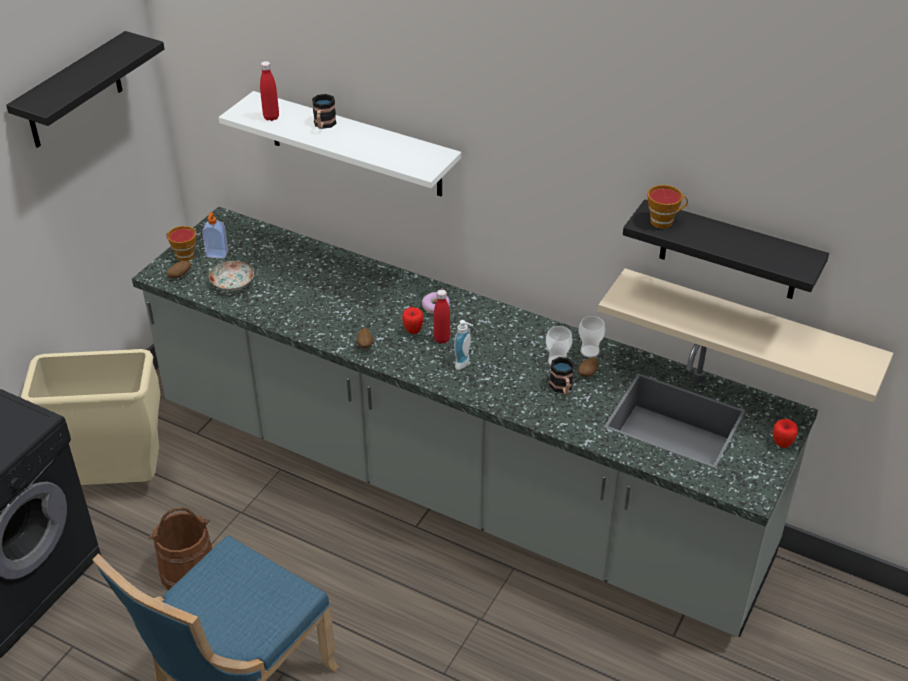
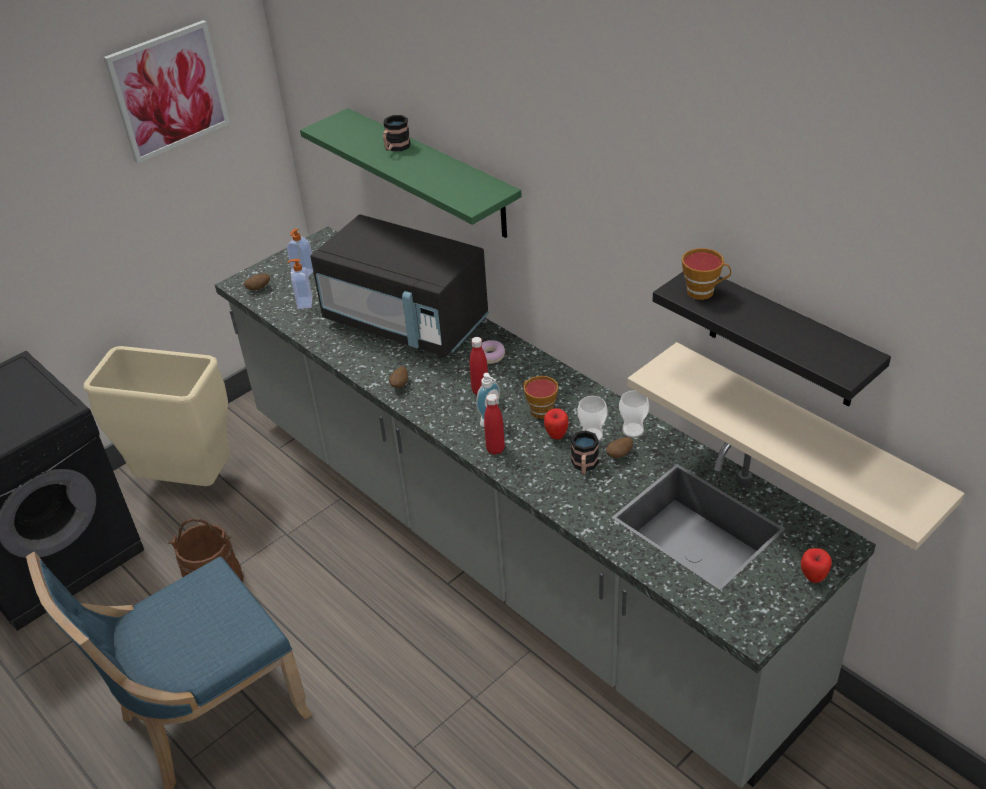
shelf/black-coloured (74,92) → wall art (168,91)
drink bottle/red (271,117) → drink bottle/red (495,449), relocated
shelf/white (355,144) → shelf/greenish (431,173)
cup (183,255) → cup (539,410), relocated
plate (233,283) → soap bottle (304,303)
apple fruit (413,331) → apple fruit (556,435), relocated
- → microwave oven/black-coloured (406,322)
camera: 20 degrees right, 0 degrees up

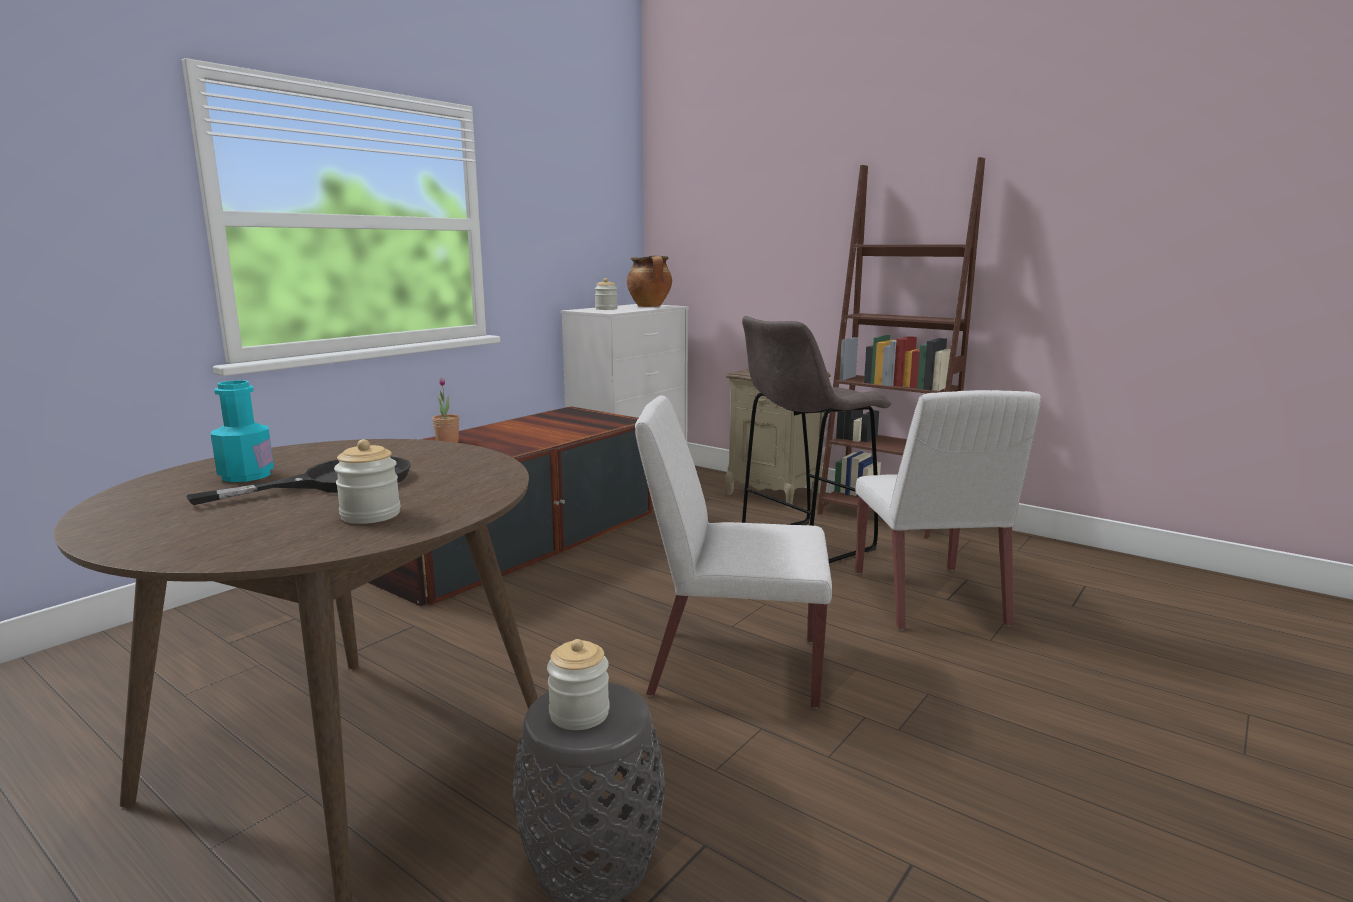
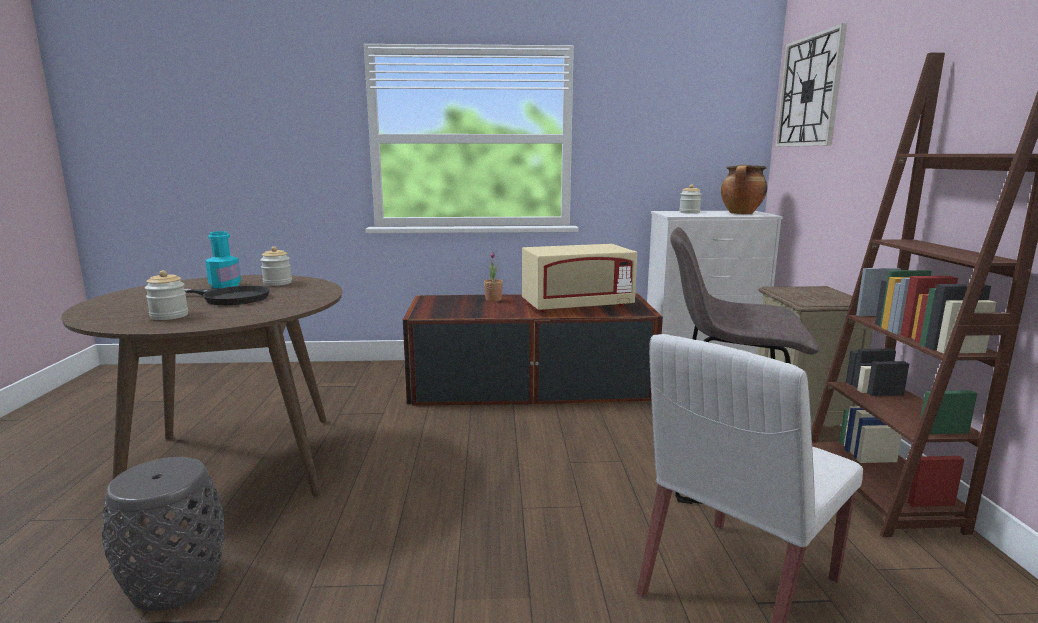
plain chair/white (732,666) → -
storage jar (579,714) → storage jar (277,283), relocated
- → hanging clock (809,91)
- → microwave oven/sand-coloured (577,306)
camera: 50 degrees right, 0 degrees up

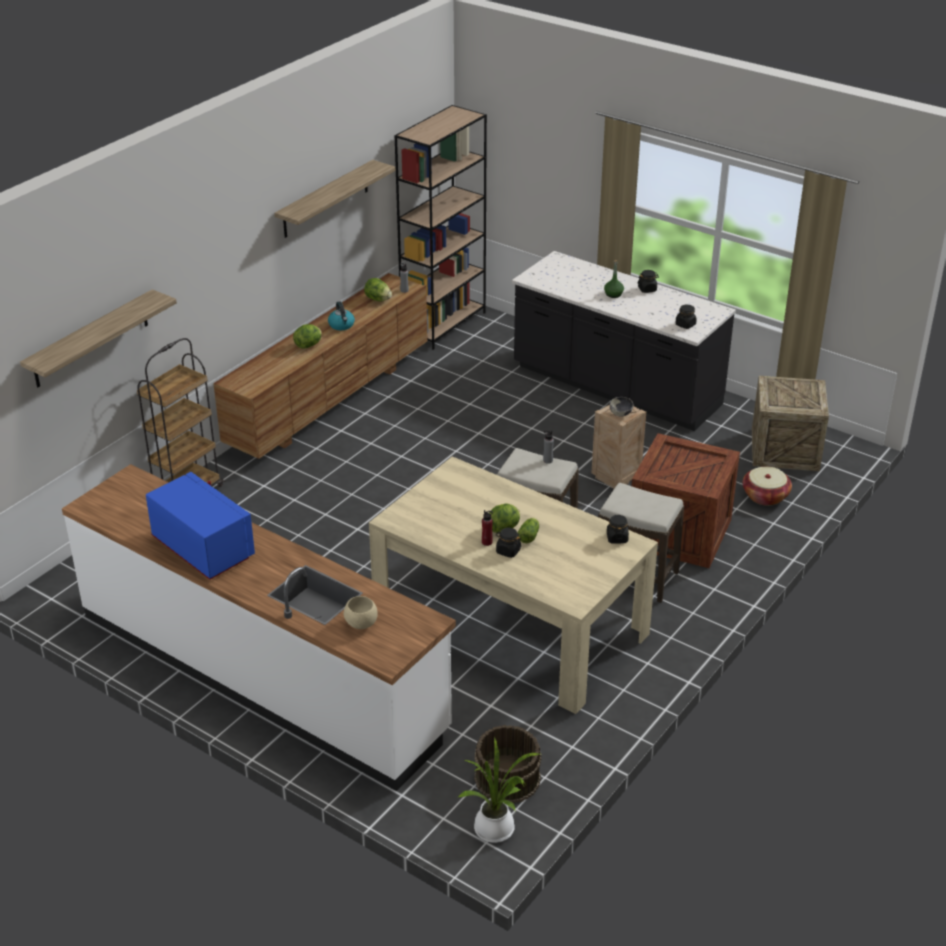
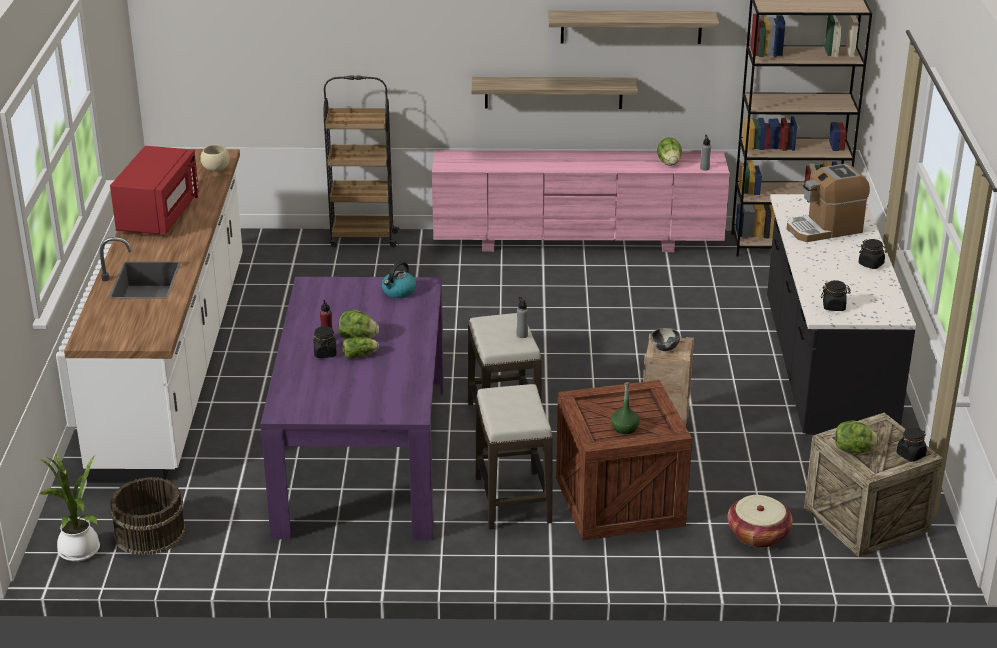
drink bottle/greenish (613,294) → drink bottle/greenish (624,428), relocated
cupboard/brown-coloured (329,402) → cupboard/pinkish (577,243)
shelf (91,339) → shelf (553,92), relocated
water kettle (341,325) → water kettle (399,292), relocated
lettuce head (309,345) → lettuce head (854,450), relocated
kitchen table/sand-coloured (509,624) → kitchen table/purplish (362,455)
microwave oven/blue (202,549) → microwave oven/red (158,215)
storage jar/black-coloured (617,538) → storage jar/black-coloured (910,455), relocated
serving bowl/sand-coloured (360,624) → serving bowl/sand-coloured (216,169), relocated
- → coffee maker (824,229)
camera: 55 degrees right, 5 degrees down

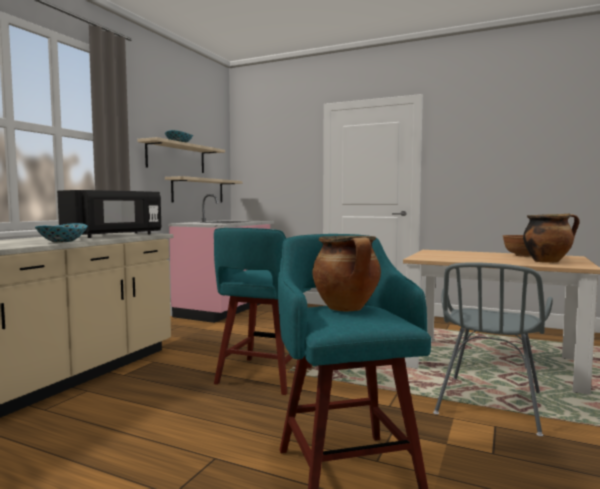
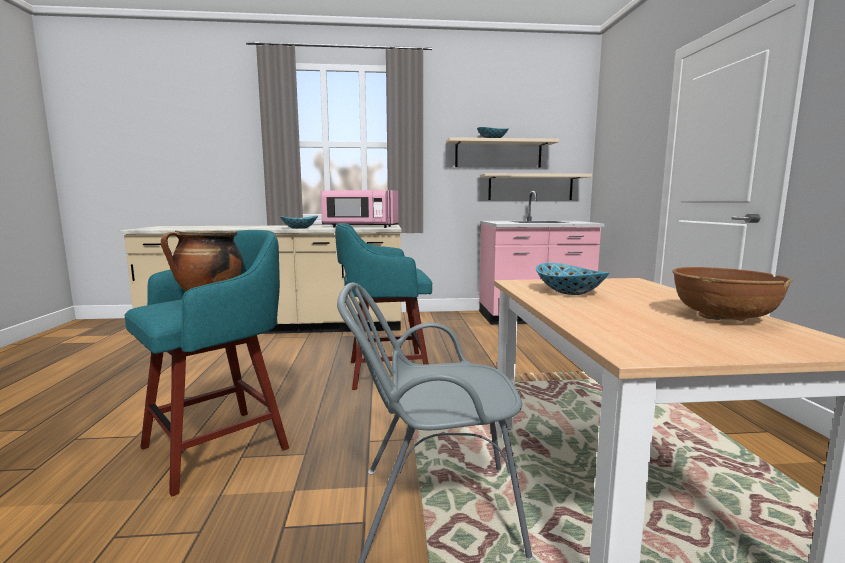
microwave oven/black-coloured (115,235) → microwave oven/pinkish (359,227)
saucepot (547,261) → -
- → serving bowl (569,292)
camera: 60 degrees right, 5 degrees up

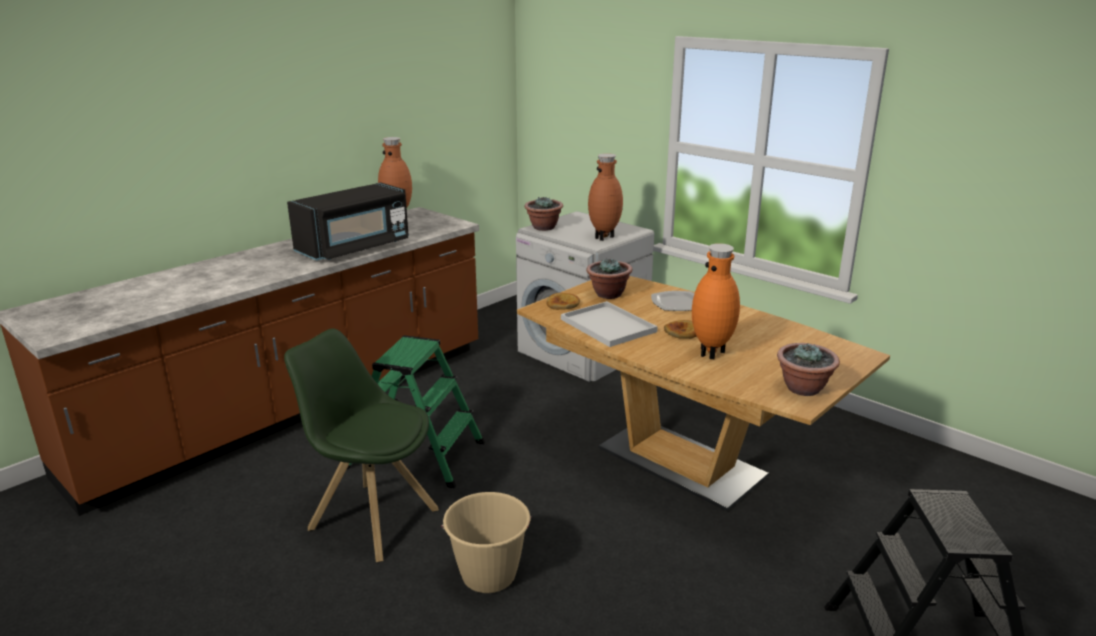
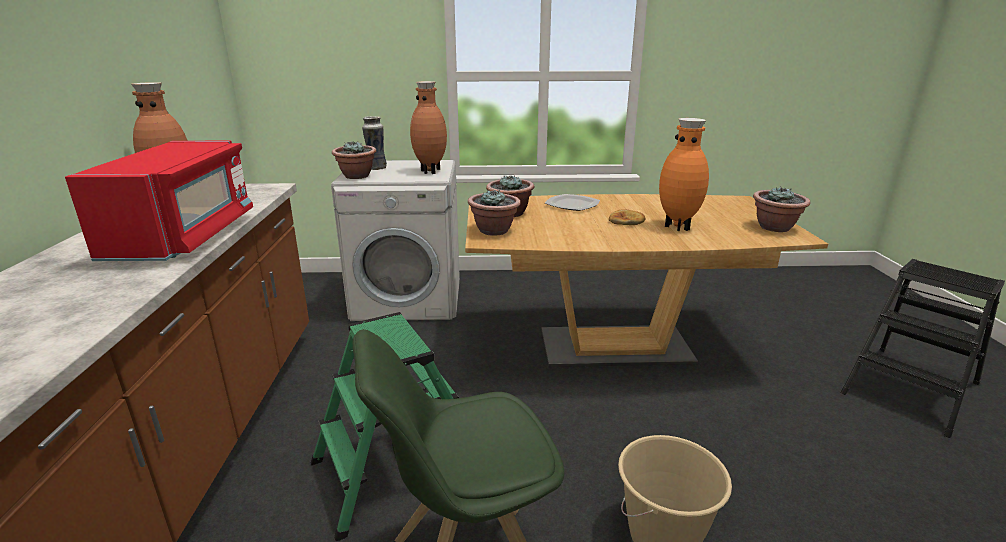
microwave oven/black-coloured (355,248) → microwave oven/red (185,236)
bakery bread (563,304) → potted plant (494,231)
serving tray/white (610,326) → -
- → flower vase (376,168)
camera: 45 degrees left, 0 degrees up

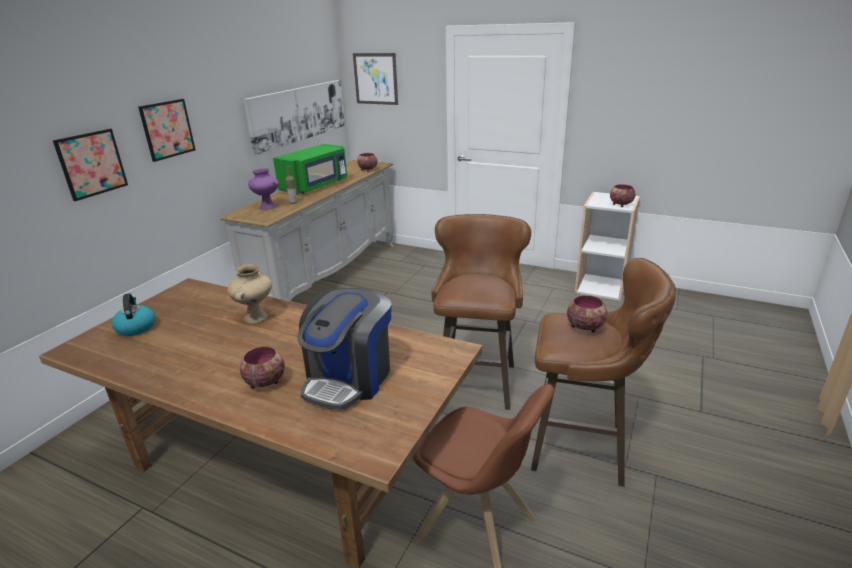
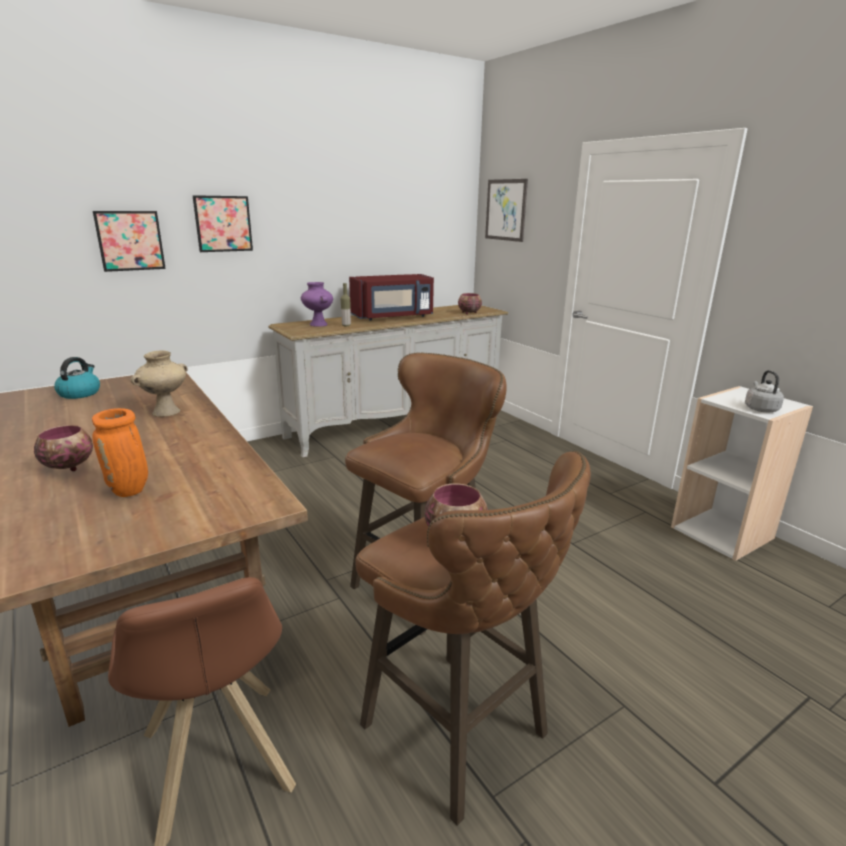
wall art (299,114) → -
microwave oven/greenish (316,186) → microwave oven/red (393,317)
serving bowl (620,204) → water kettle/gray (760,409)
coffee maker (349,378) → flower vase/orangey (130,491)
camera: 30 degrees right, 5 degrees down

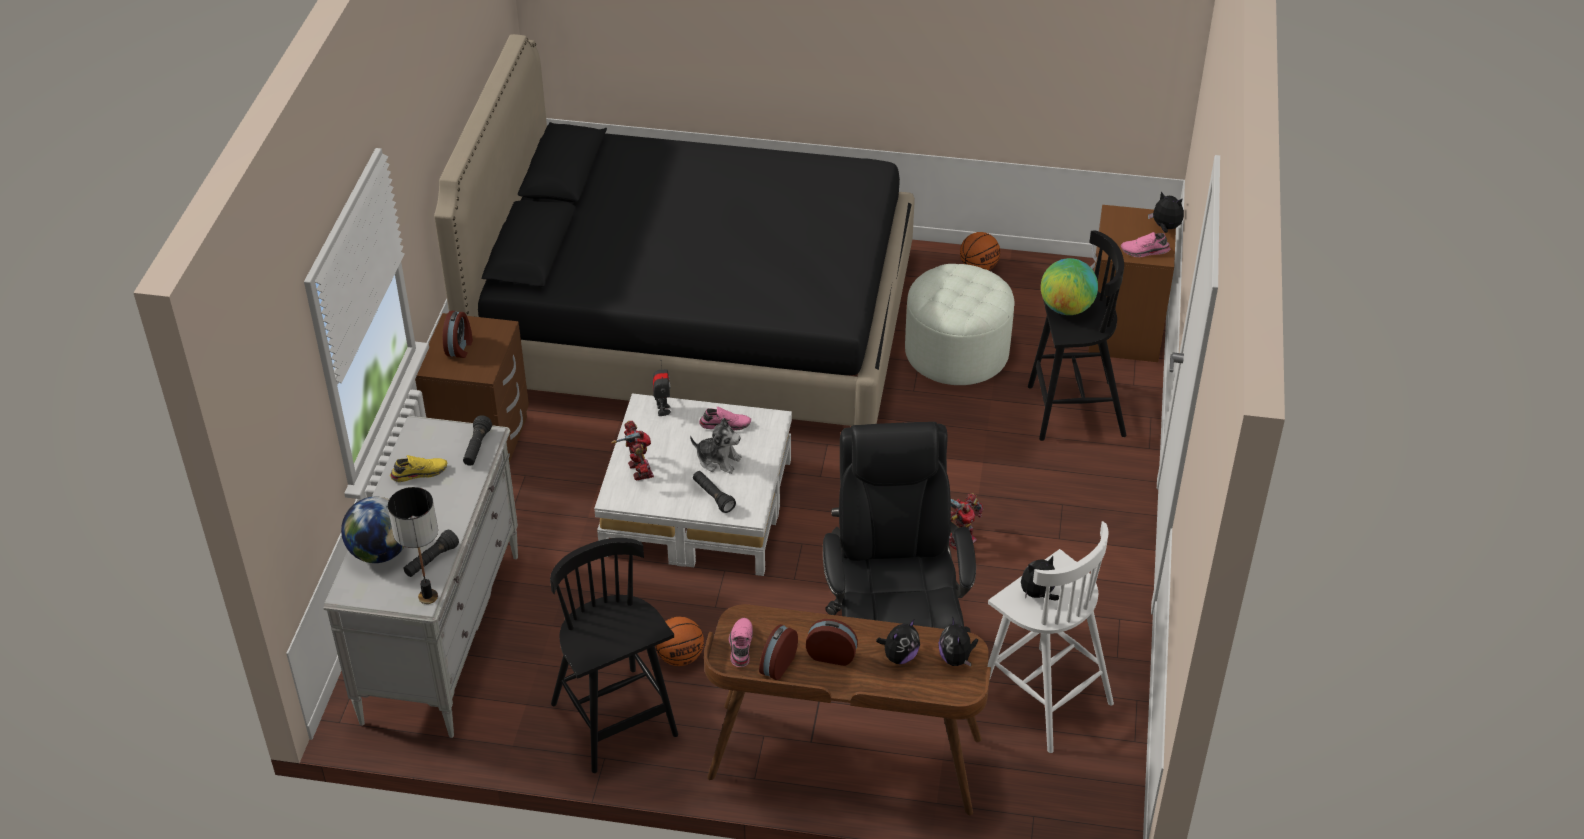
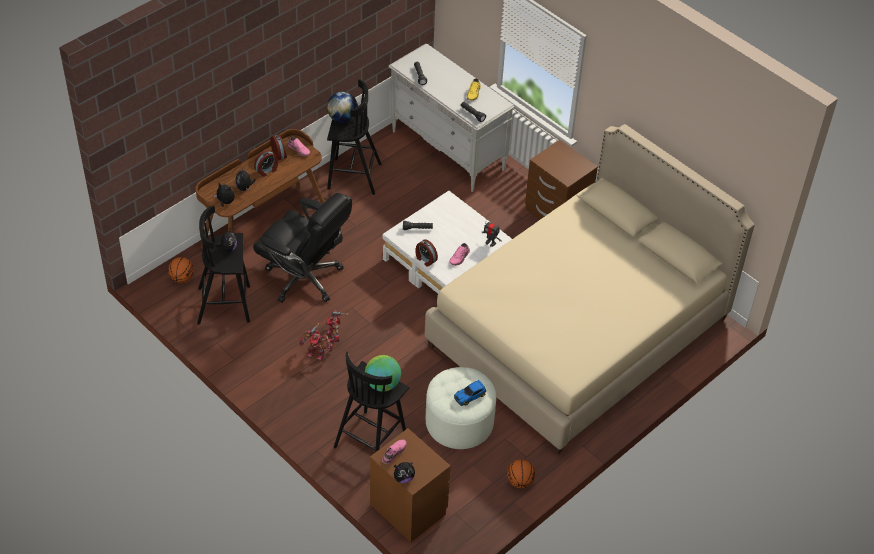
sleeping bed/black-coloured (695,324) → sleeping bed/sand-coloured (578,331)
table clock (460,348) → table clock (425,259), relocated
cuddly toy (718,460) → -
toy robot (638,471) → toy robot (316,353), relocated
table lamp (428,596) → -
world globe (380,552) → world globe (342,118), relocated
stool/white (1042,696) → stool/black-coloured (226,304)
ball for basketball (680,657) → ball for basketball (182,278), relocated
- → miniature car (470,395)
camera: 125 degrees right, 5 degrees up

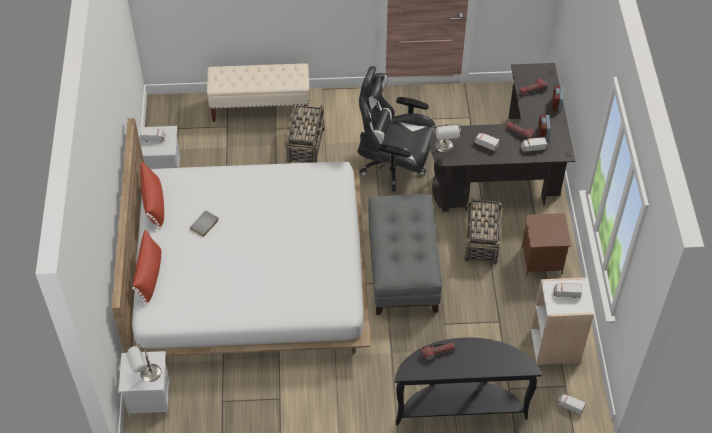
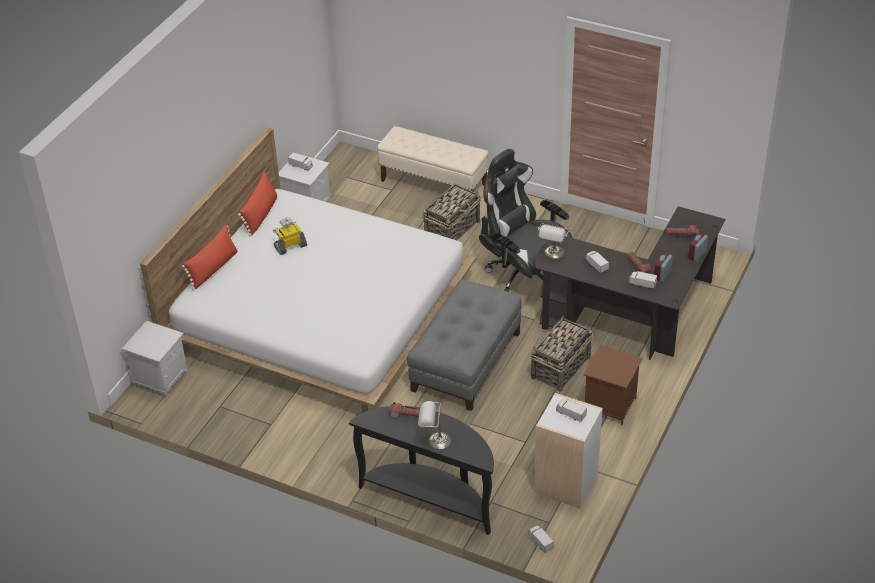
book/gray (205,225) → toy robot (290,246)
table lamp/white (146,375) → table lamp/white (434,440), relocated
camera: 30 degrees right, 10 degrees down

